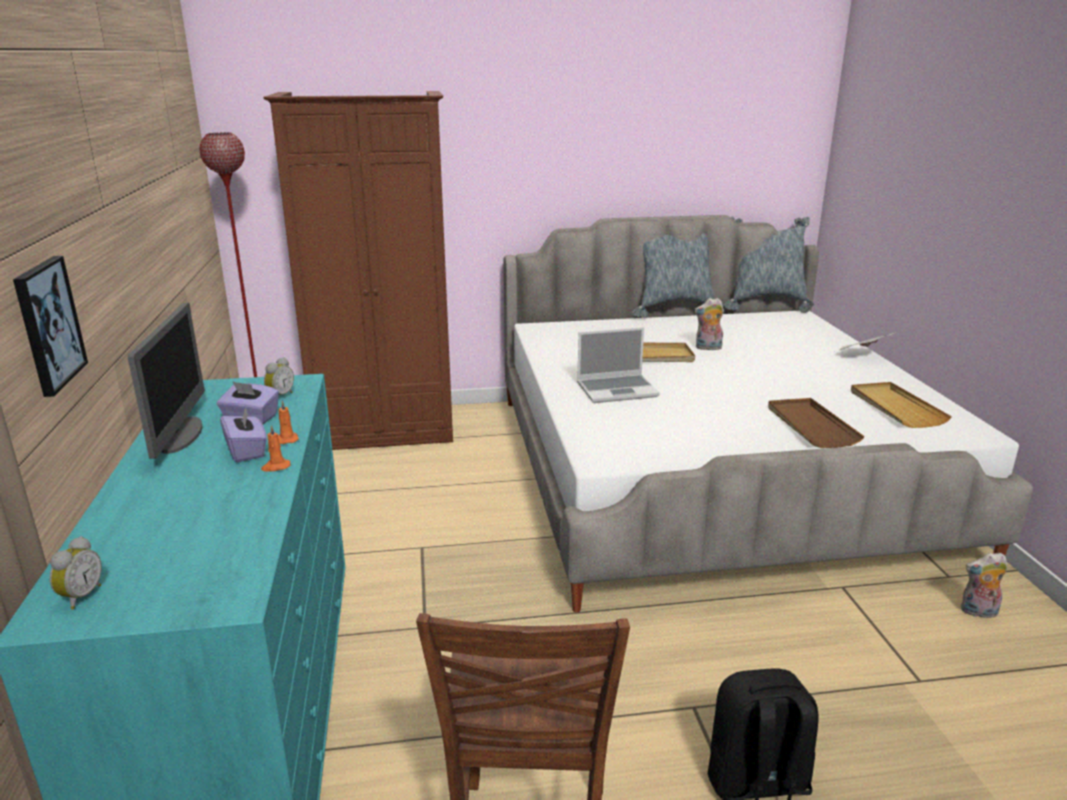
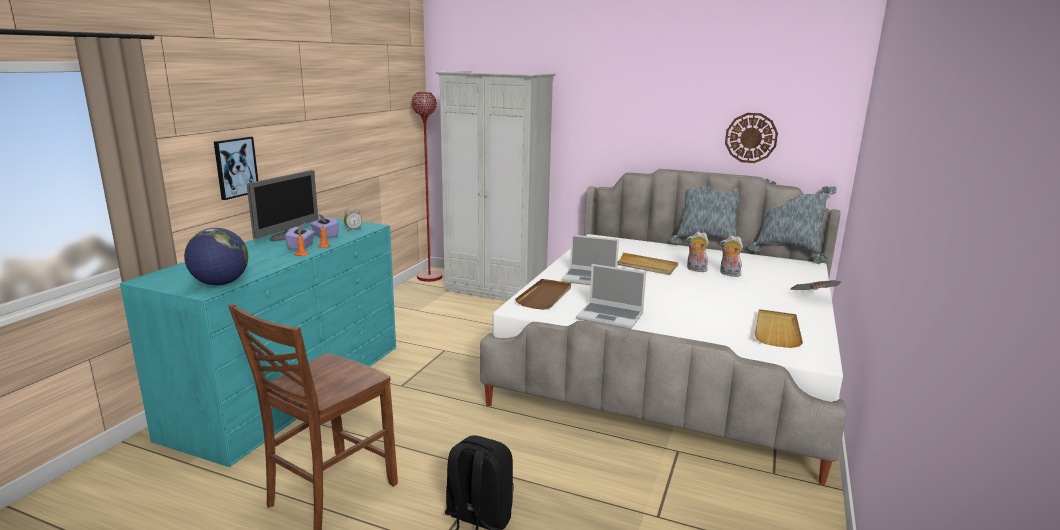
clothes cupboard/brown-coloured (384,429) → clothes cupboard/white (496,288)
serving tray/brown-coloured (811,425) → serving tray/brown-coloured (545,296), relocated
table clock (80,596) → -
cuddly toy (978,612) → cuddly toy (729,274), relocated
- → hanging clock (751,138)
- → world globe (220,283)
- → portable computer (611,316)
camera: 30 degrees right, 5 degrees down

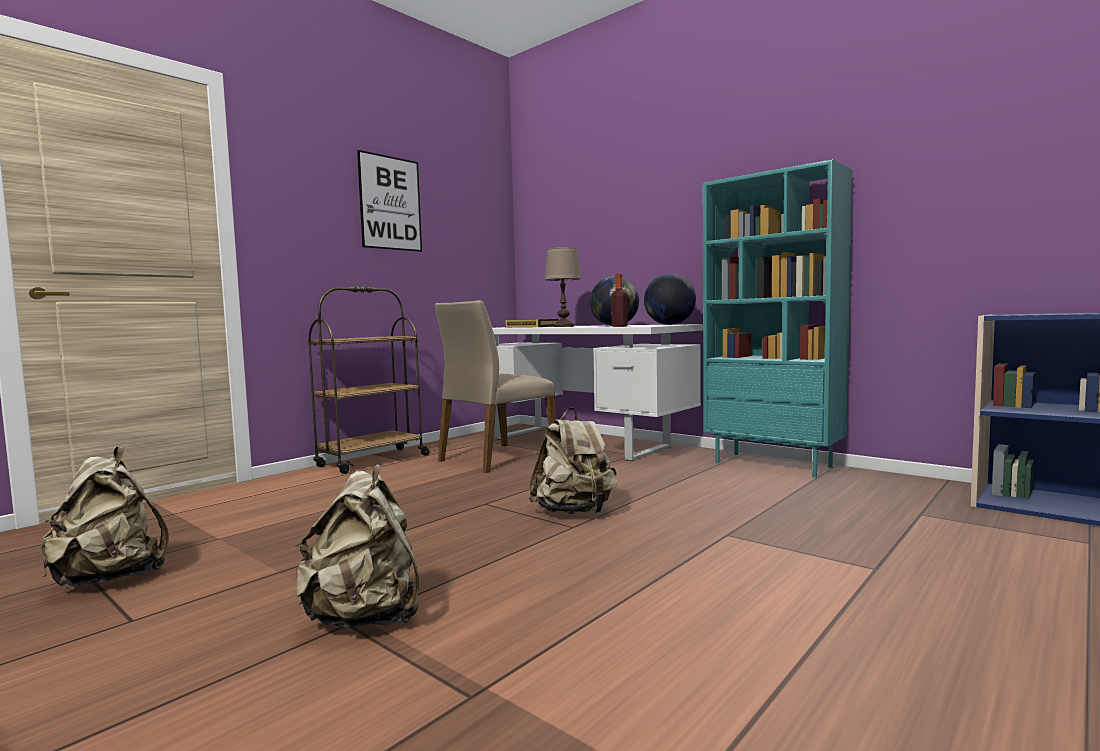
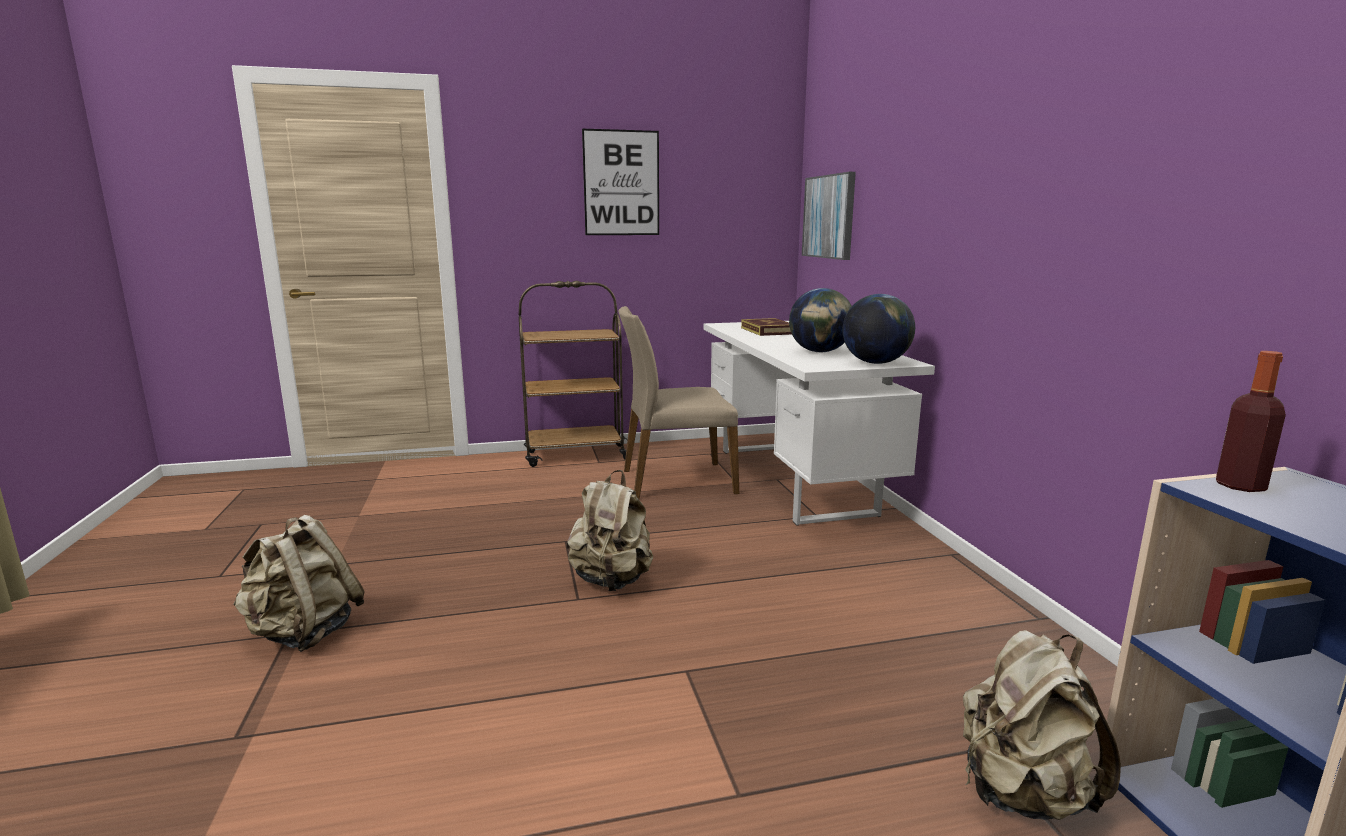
bookcase/blue-green (774,464) → -
table lamp/brown-coloured (564,326) → -
drink bottle (619,326) → drink bottle (1240,485), relocated
rucksack/sand-coloured (110,578) → rucksack/sand-coloured (1022,793), relocated
- → wall art (829,217)
camera: 35 degrees right, 10 degrees up

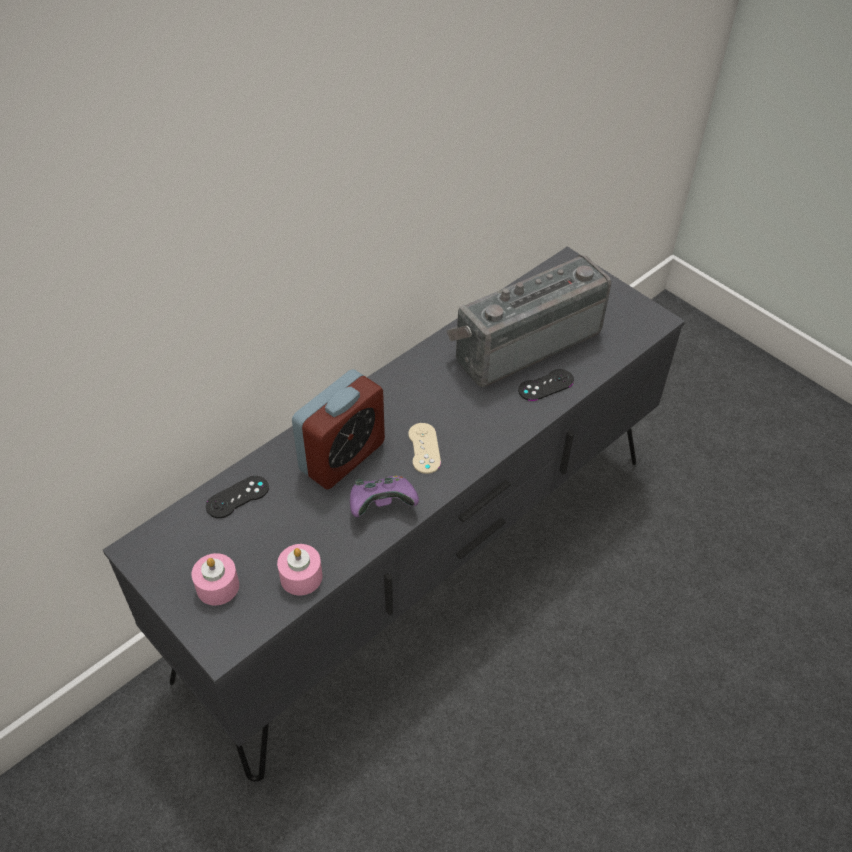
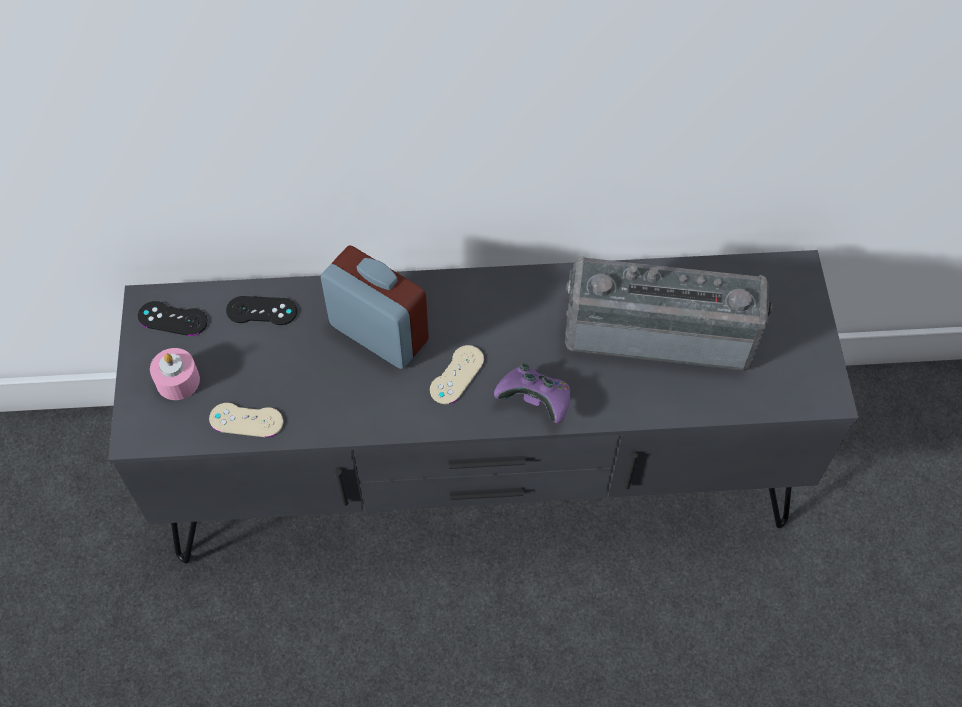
table clock (342,457) → table clock (379,333), 135 degrees counterclockwise
game controller/black-coloured (546,385) → game controller/black-coloured (172,319), relocated
game controller/purplish (382,505) → game controller/purplish (535,401), relocated
wax light/pinkish (301,577) → game controller/sand-coloured (246,420)
camera: 40 degrees right, 10 degrees up

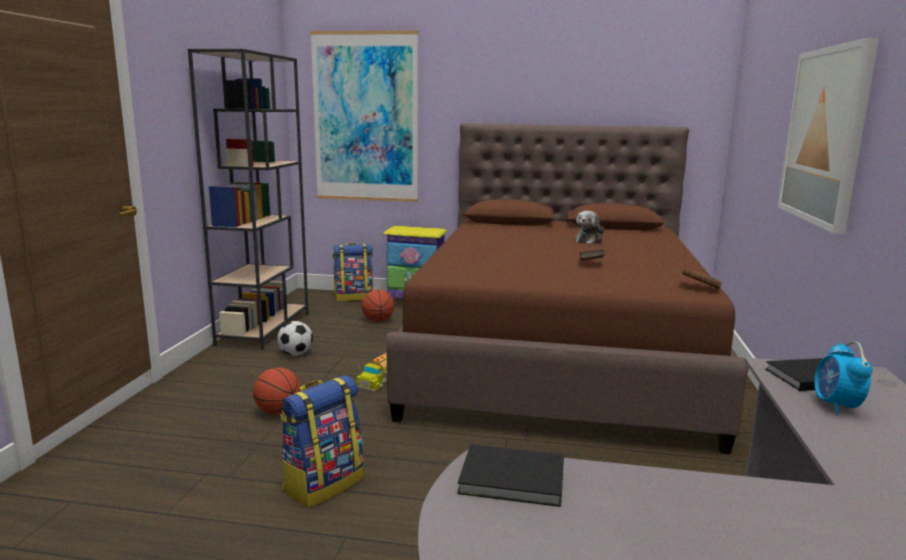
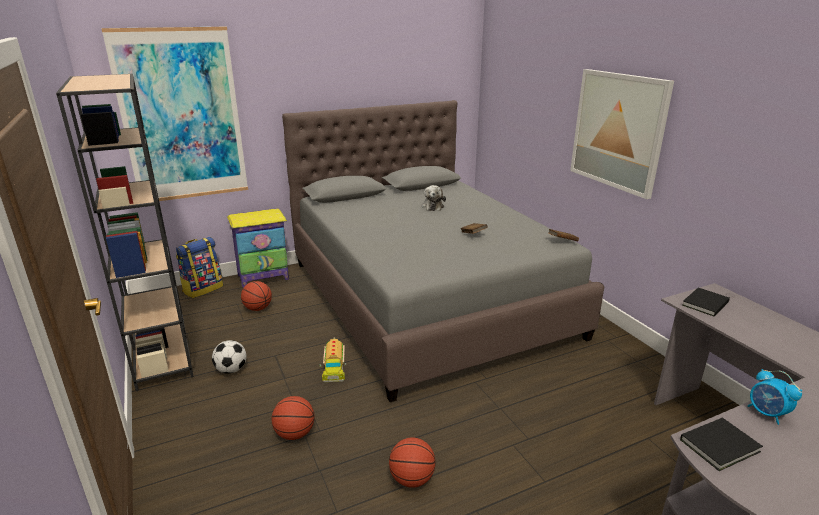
sleeping bed/brown-coloured (558,355) → sleeping bed/gray (427,297)
table clock (836,406) → table clock (766,413), relocated
rucksack (323,484) → ball for basketball (412,479)
camera: 35 degrees left, 10 degrees up

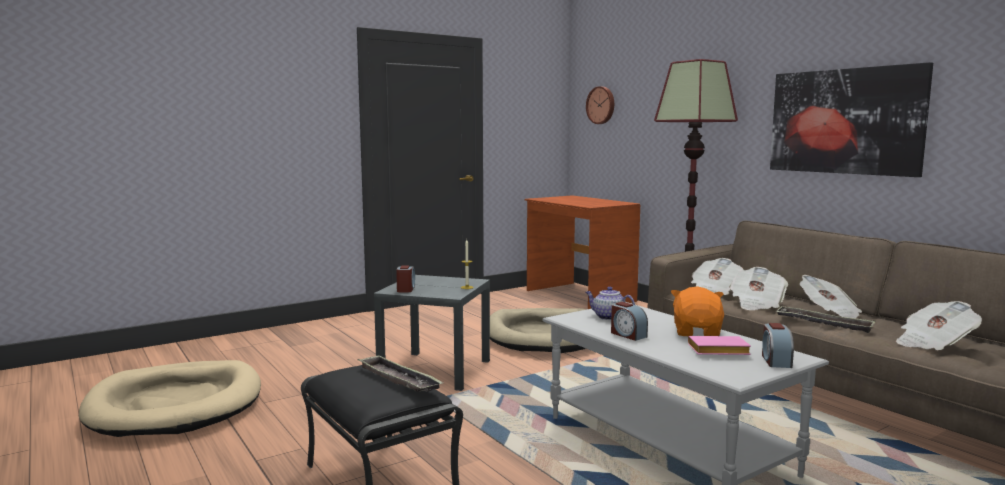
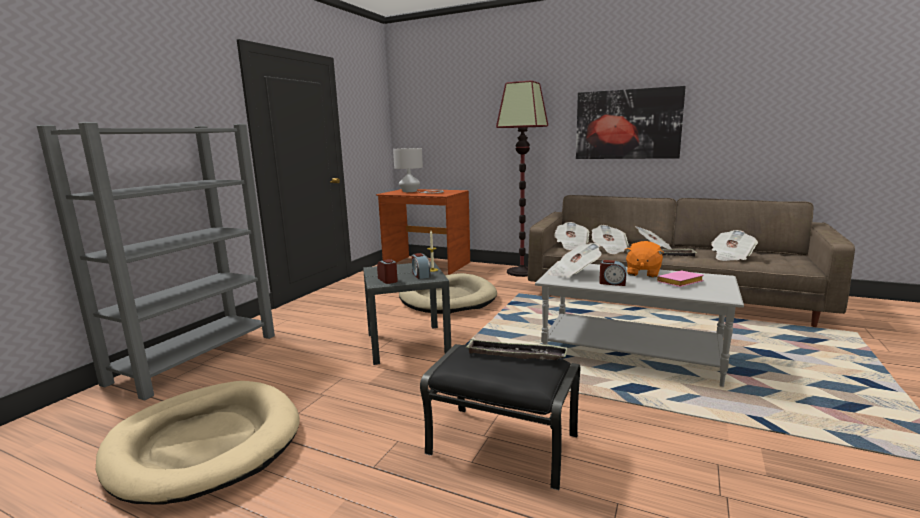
hanging clock (601,105) → -
cuddly toy/orangey (697,332) → cuddly toy/orangey (642,273), 135 degrees counterclockwise
tea pot (608,317) → daily paper (574,273)
table clock (775,361) → table clock (420,275), relocated
- → bookcase/gray (196,358)
- → table lamp/white (419,191)
camera: 30 degrees left, 5 degrees up

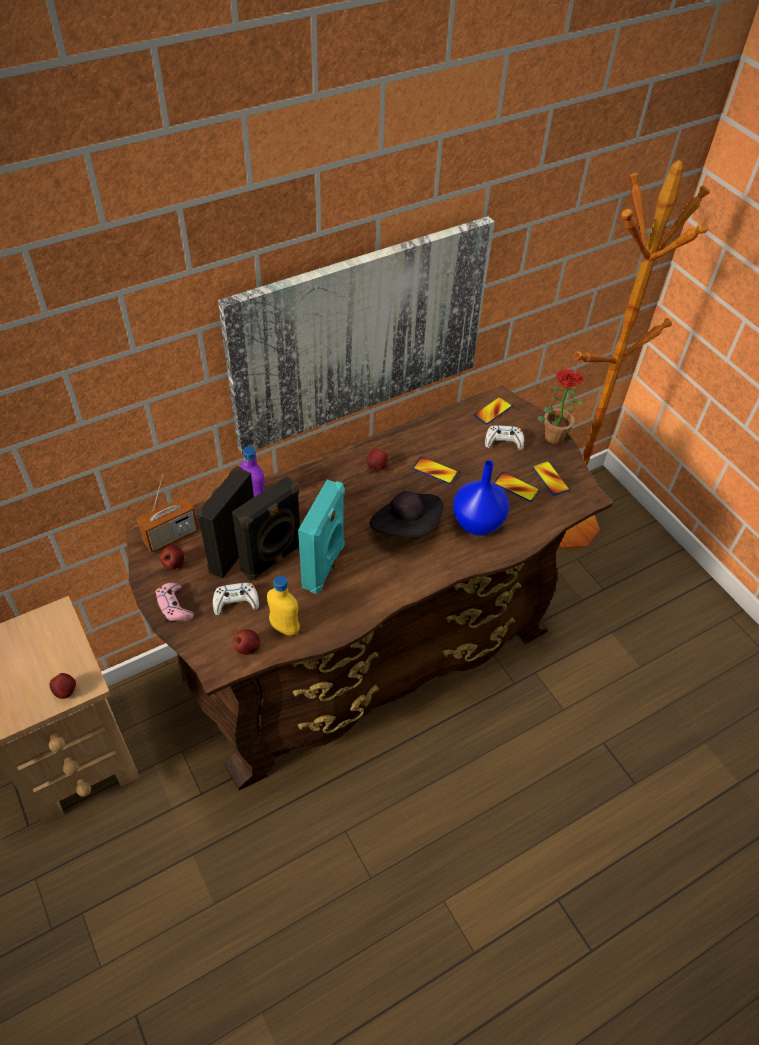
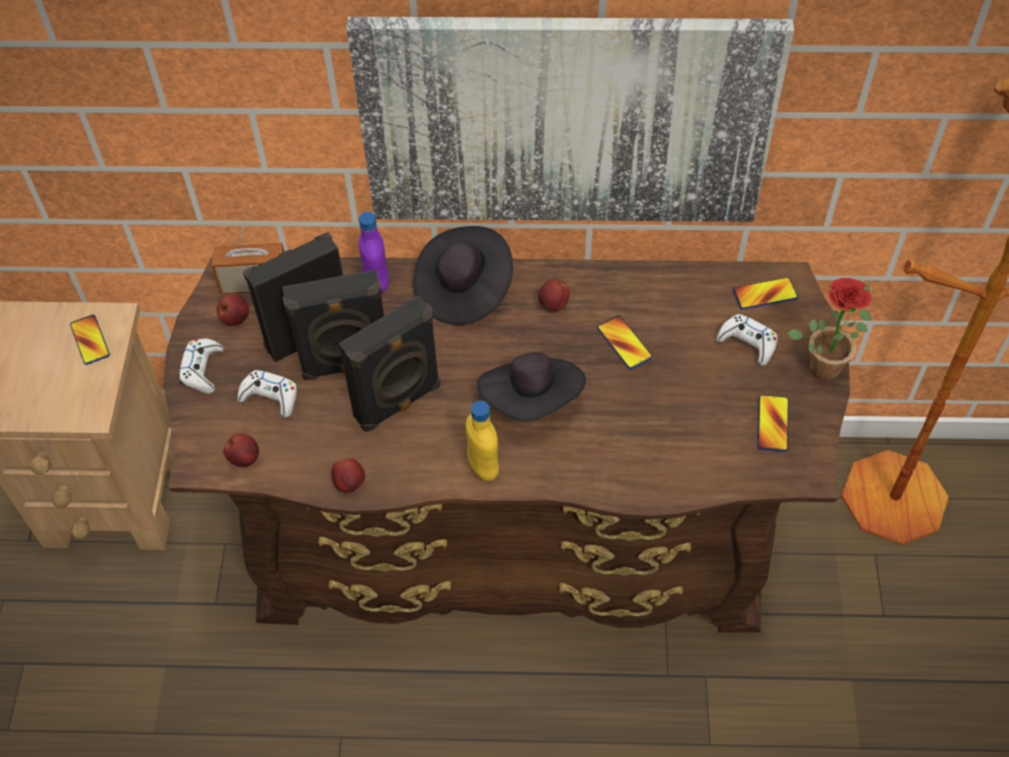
flower vase/blue (478,523) → -
phone (516,487) → phone (90,340), relocated
speaker/blue-green (325,566) → speaker/black-coloured (399,403)
drink bottle/yellow-coloured (284,627) → drink bottle/yellow-coloured (483,466), relocated
game controller/pinkish (174,606) → game controller/white (202,370)
apple fruit (66,691) → apple fruit (350,484), relocated
- → hat/black-coloured (463,290)
camera: 35 degrees right, 5 degrees up

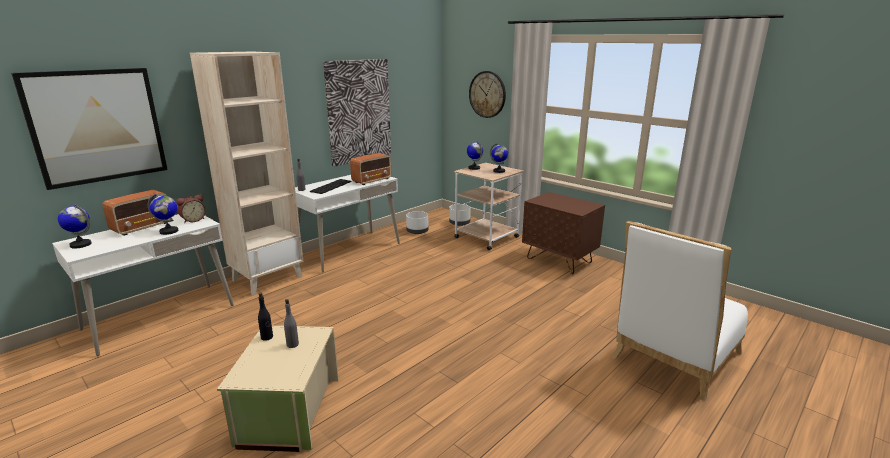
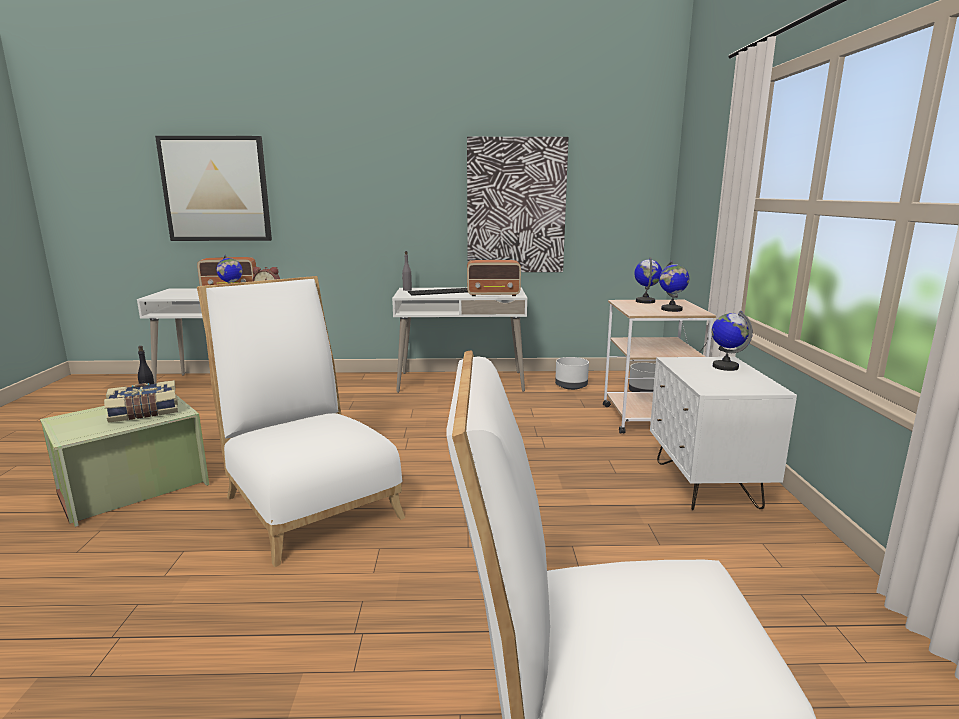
bookcase/sand-coloured (267,278) → -
hanging clock (487,94) → -
nightstand/brown-coloured (559,261) → nightstand/white (706,485)
world globe (80,244) → world globe (725,367), relocated
drink bottle/gray (292,344) → book (144,412)
storage box/sand-coloured (287,411) → storage box/greenish (133,488)
- → plain chair/white (308,501)
camera: 45 degrees right, 5 degrees down

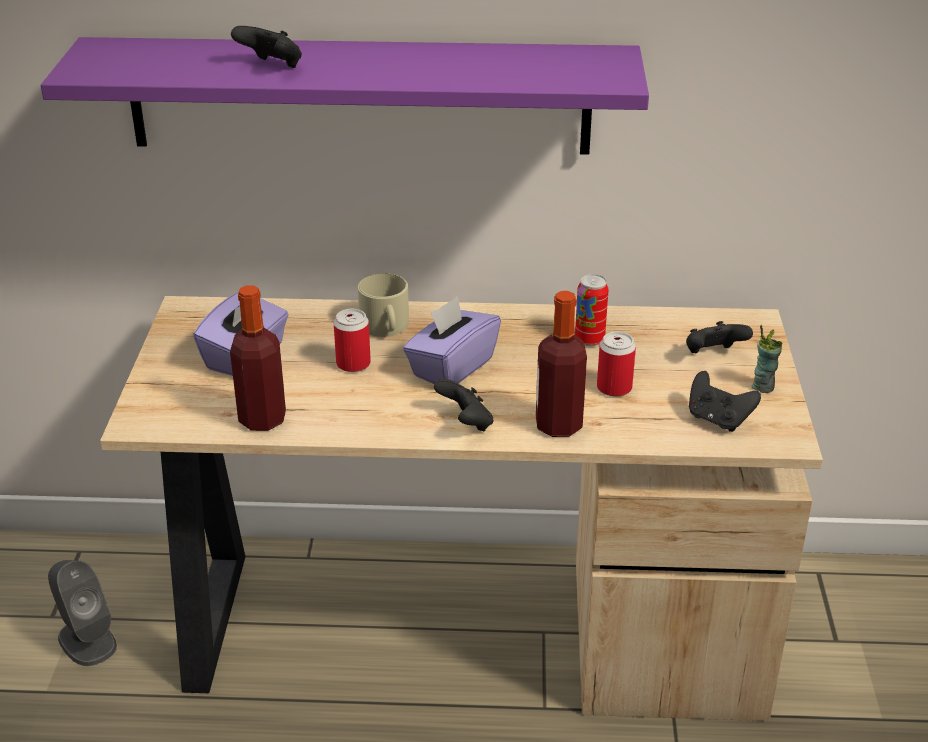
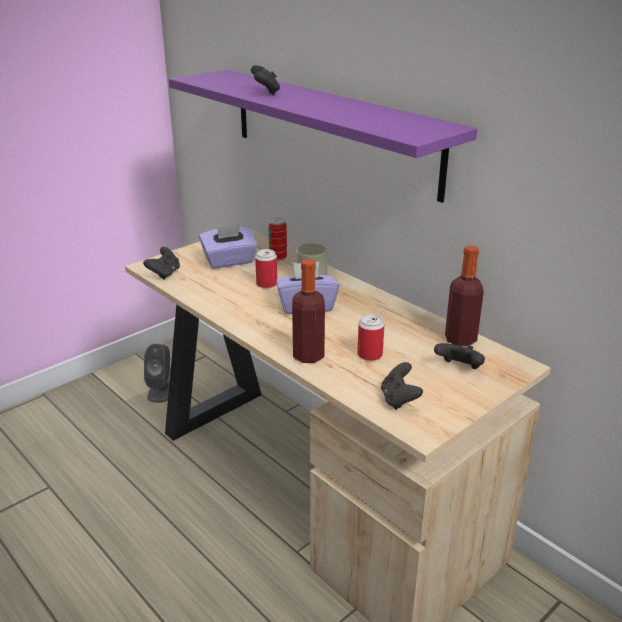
can (589,340) → can (278,258), relocated
drink bottle (262,419) → drink bottle (460,339), relocated
cup (763,386) → -
game controller/black-coloured (466,423) → game controller/black-coloured (164,274), relocated
camera: 45 degrees right, 5 degrees down

